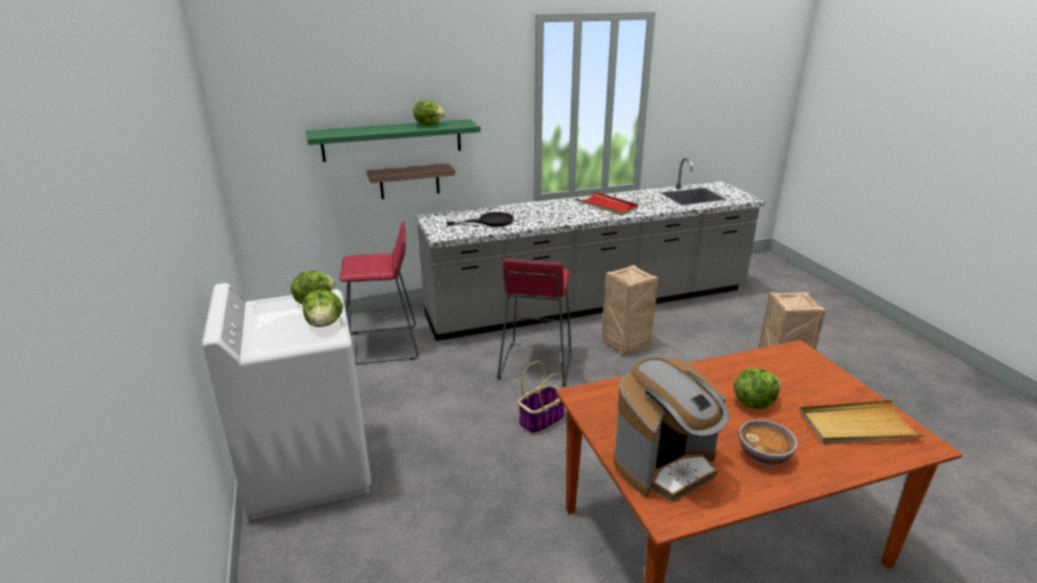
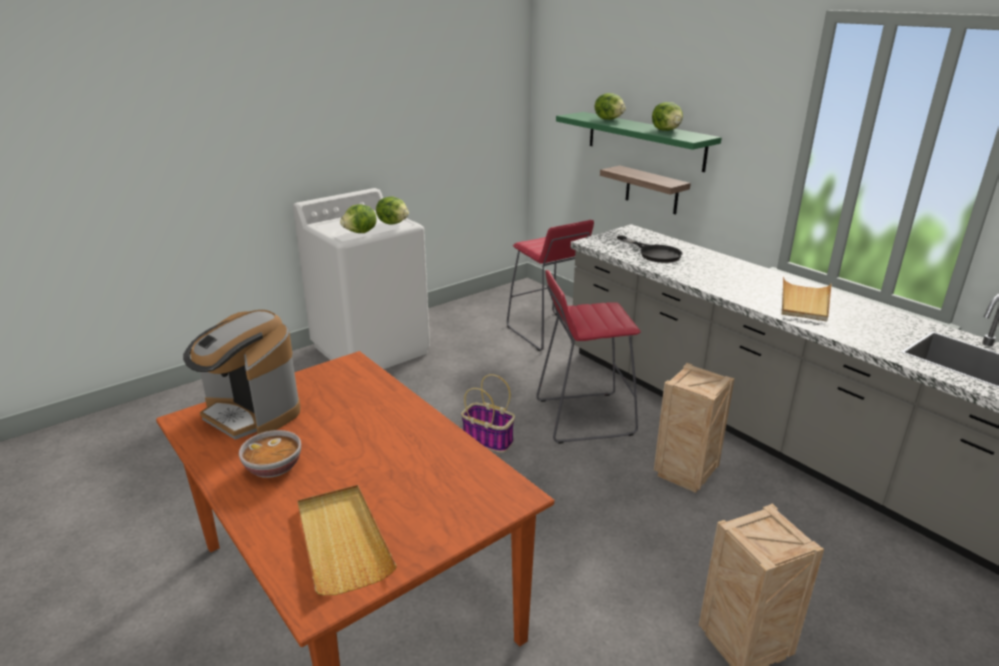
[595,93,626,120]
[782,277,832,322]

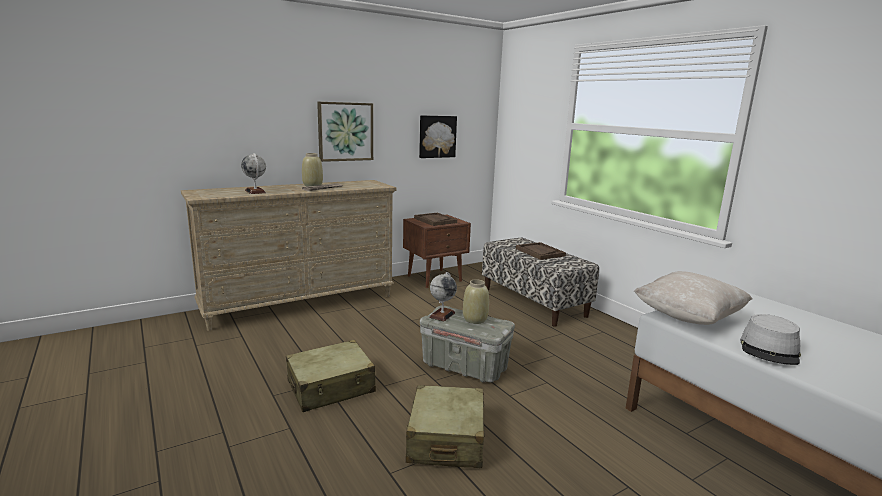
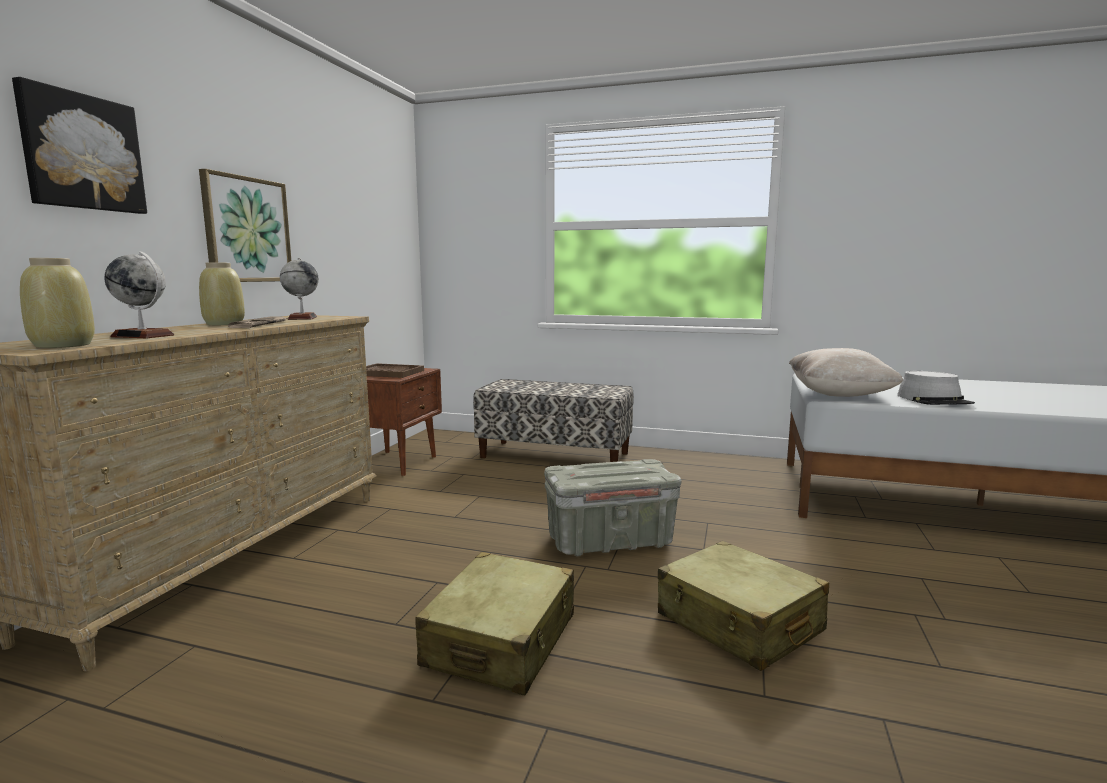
[516,242,566,260] (first image)
[12,77,147,214]
[280,258,319,320]
[20,258,95,348]

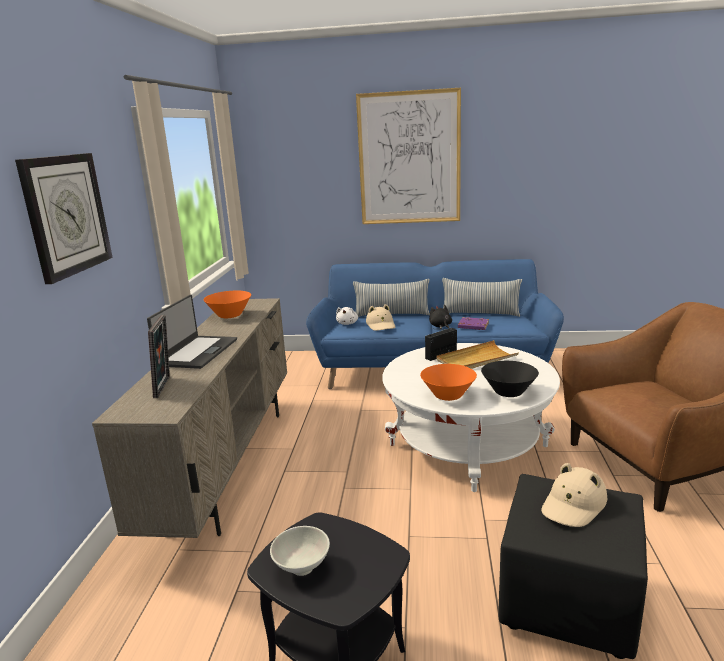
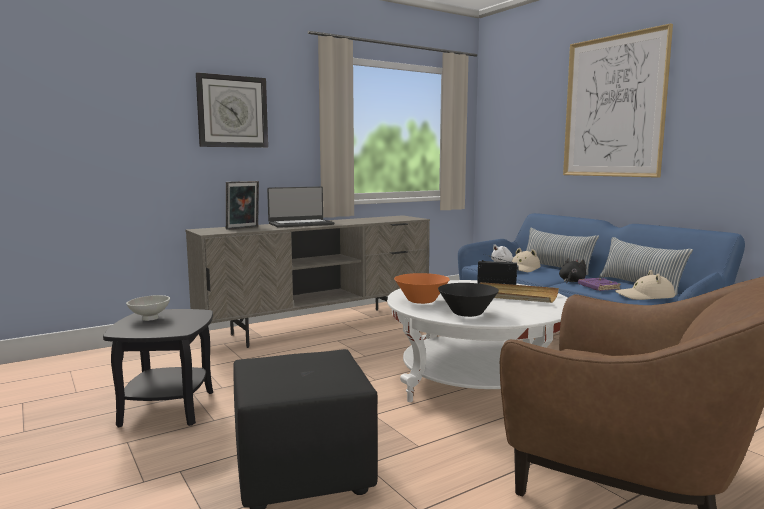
[203,291,251,318] (first image)
[615,270,675,300]

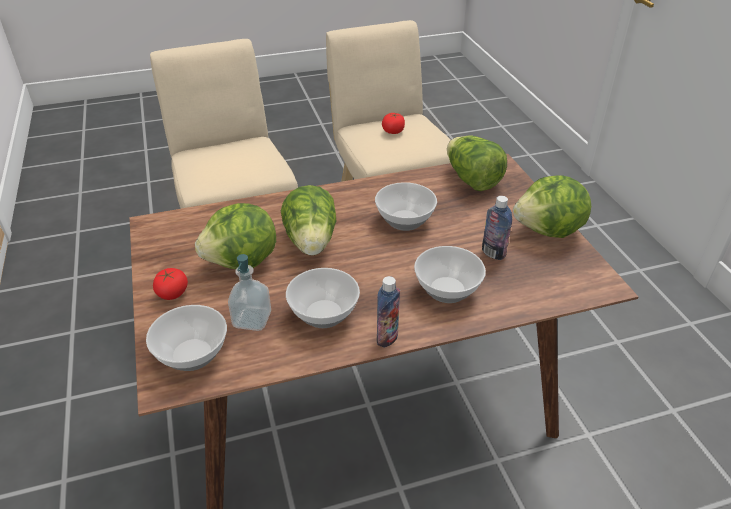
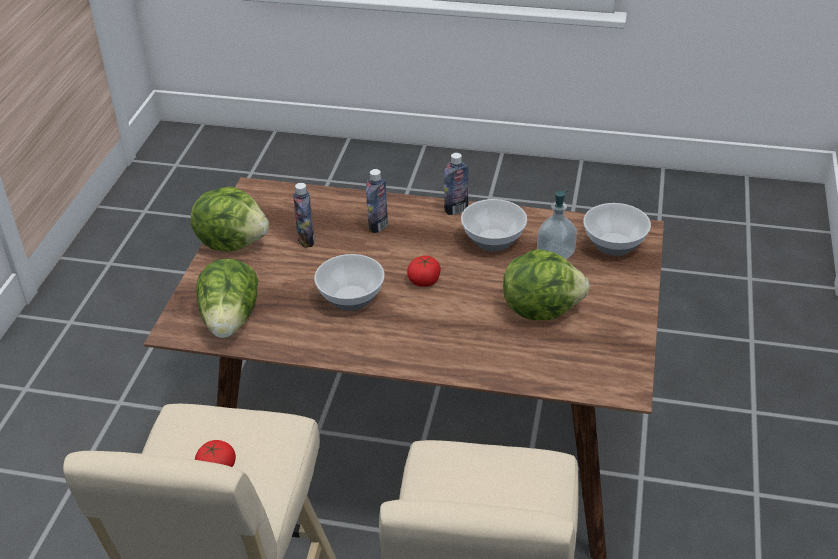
[281,185,336,255] (first image)
[407,255,441,287]
[366,169,388,233]

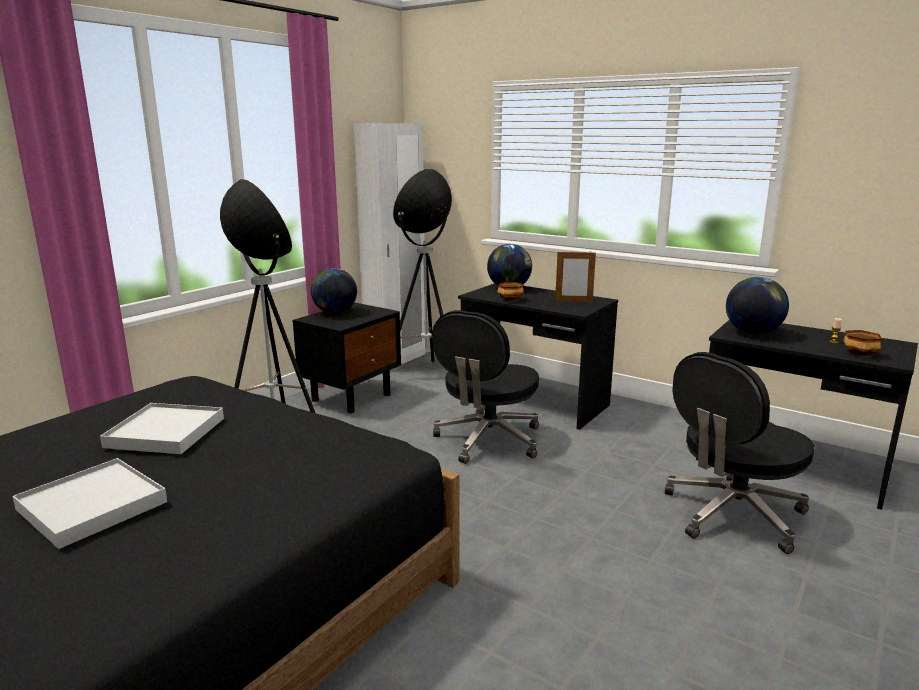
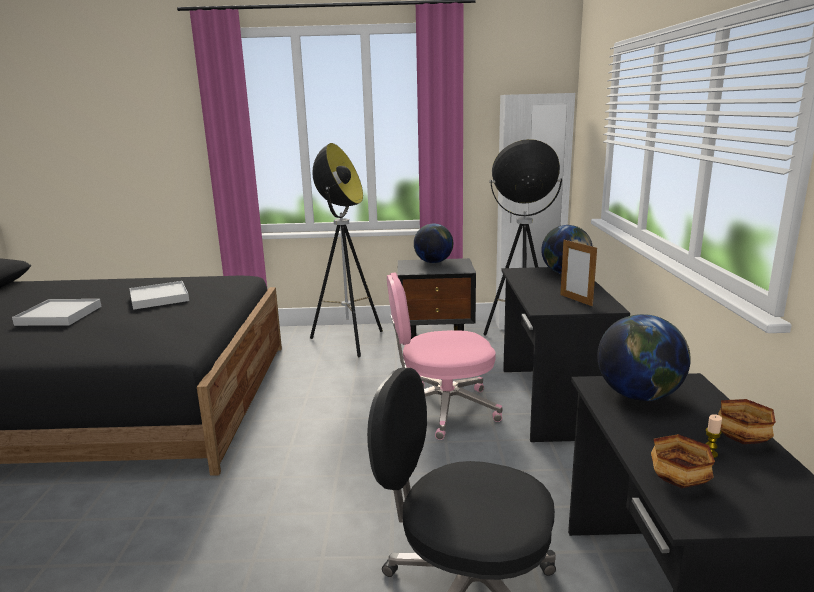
[718,399,776,444]
[387,272,502,440]

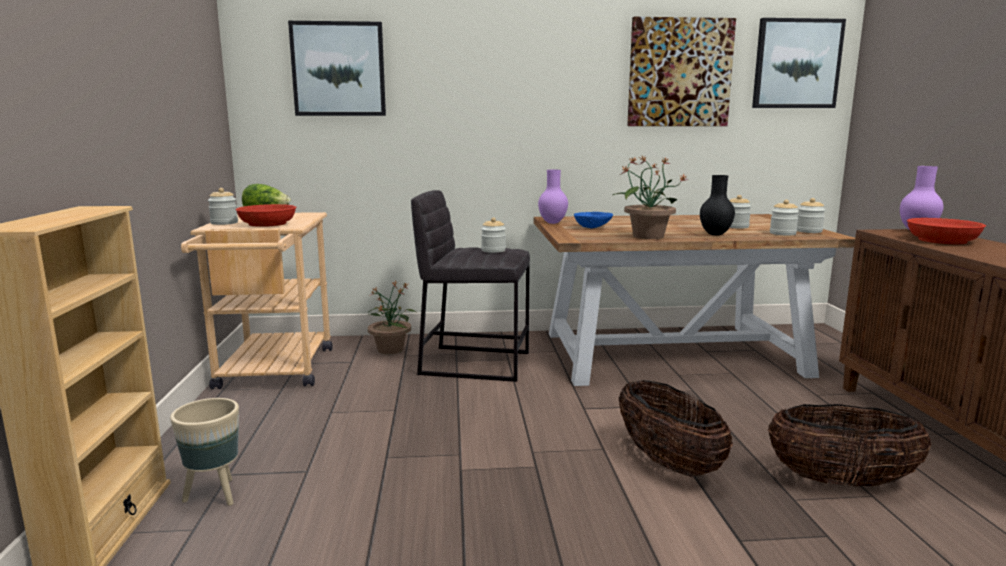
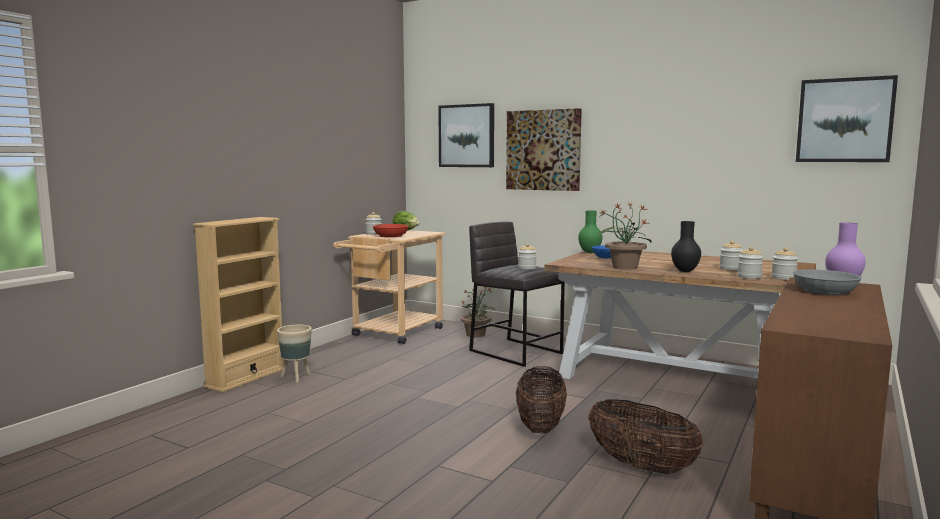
[506,108,582,191]
[578,211,602,253]
[793,269,862,295]

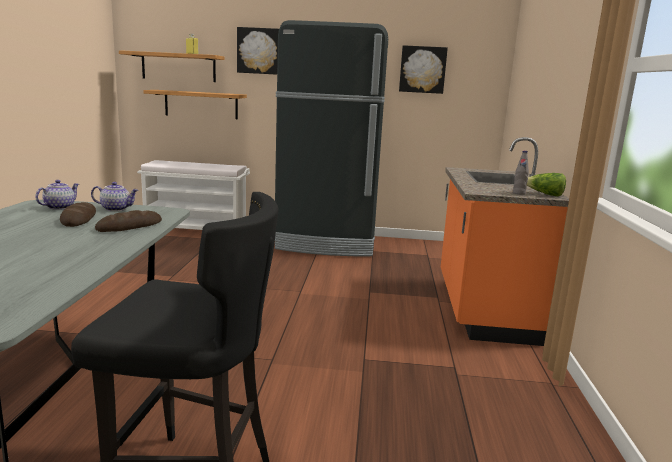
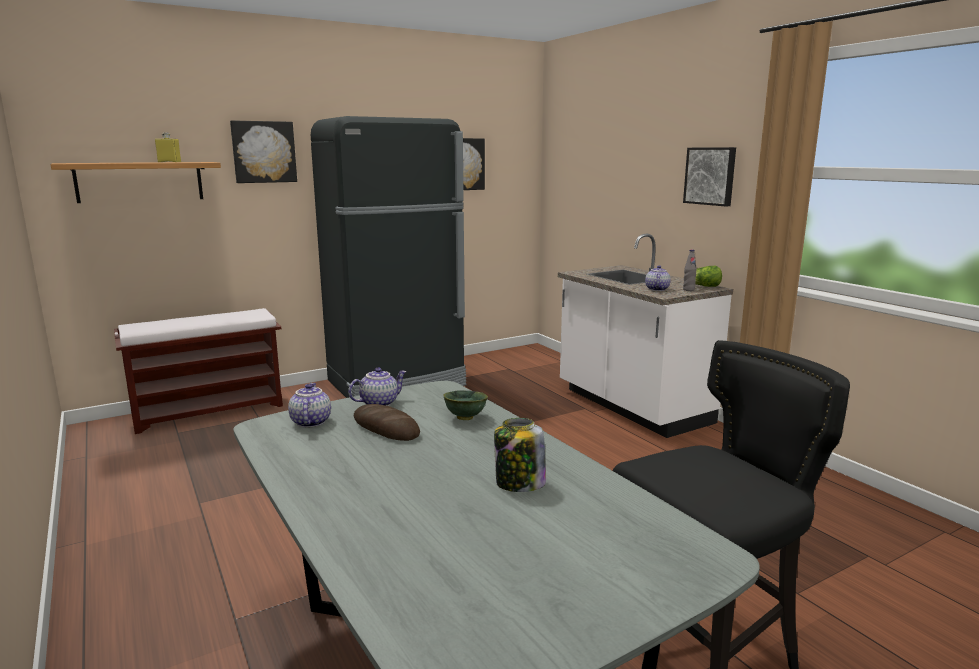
[143,90,247,119] (first image)
[494,418,546,492]
[645,265,671,291]
[683,147,736,207]
[443,390,488,420]
[114,308,283,434]
[558,233,733,438]

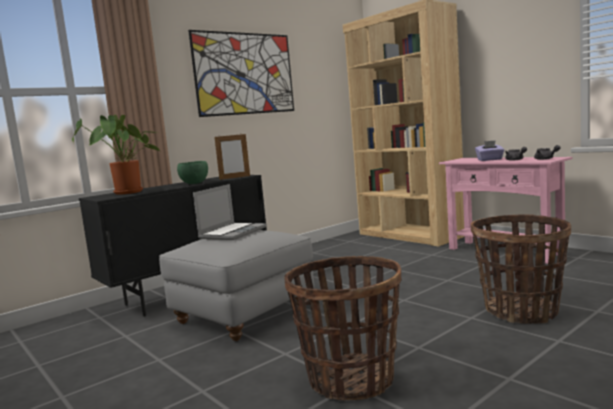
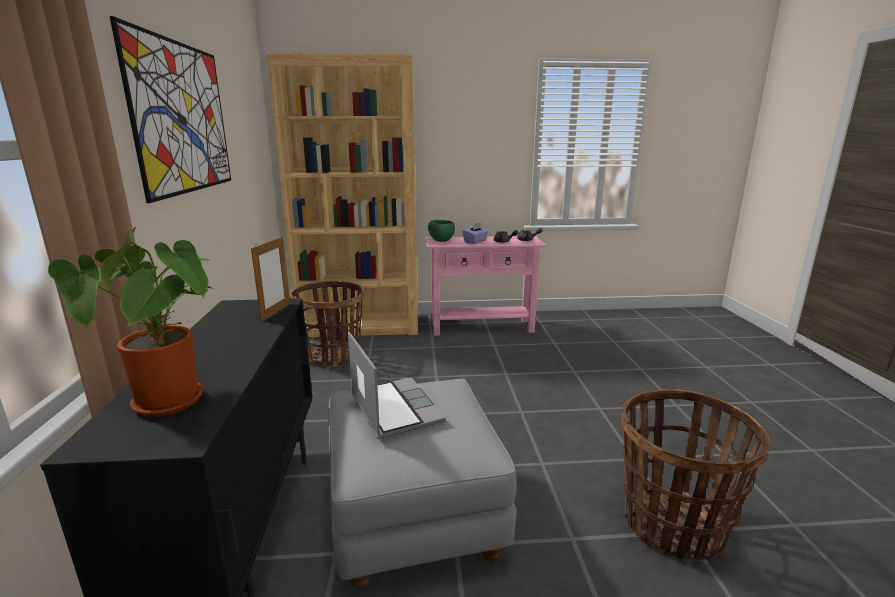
[428,220,455,242]
[290,281,364,367]

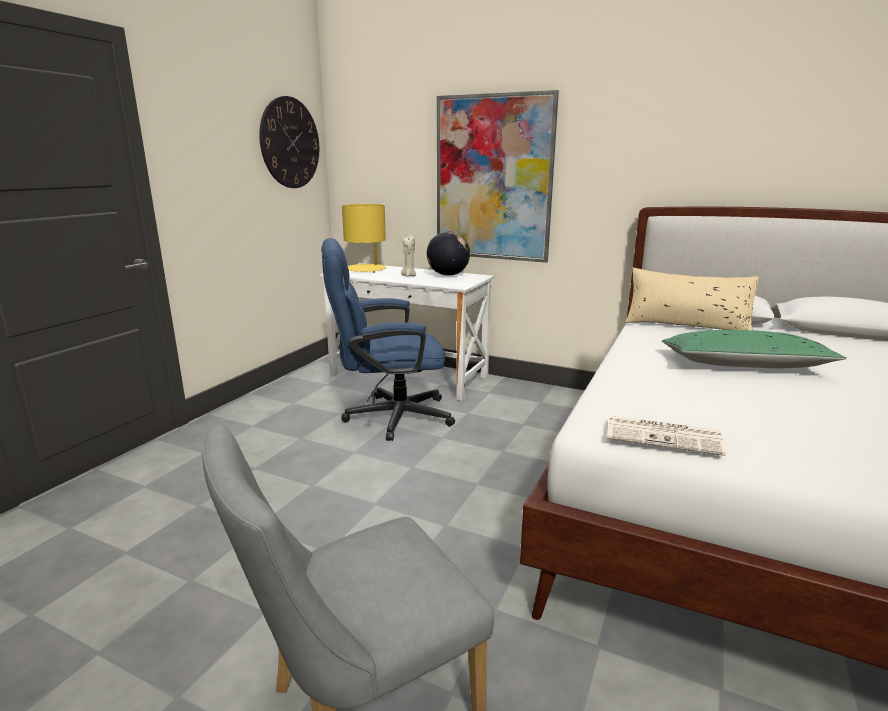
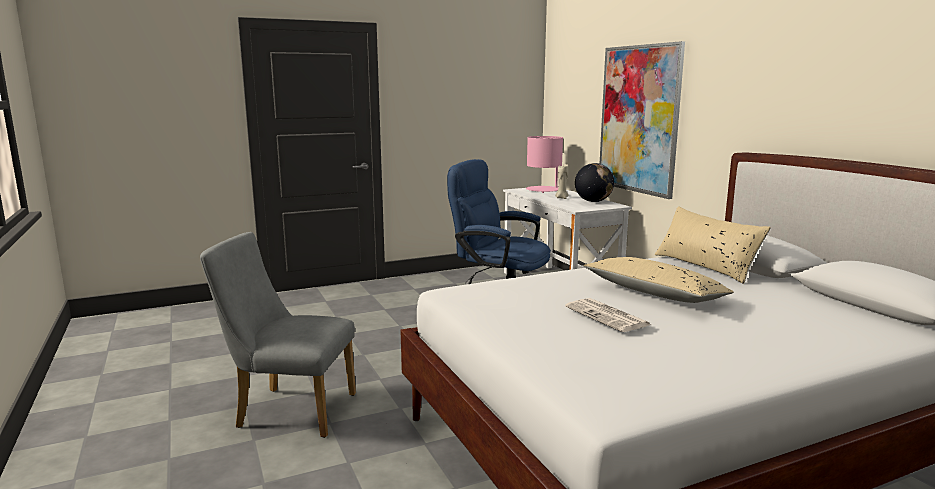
[259,96,319,188] (first image)
[565,298,651,332]
[526,136,563,193]
[583,257,734,303]

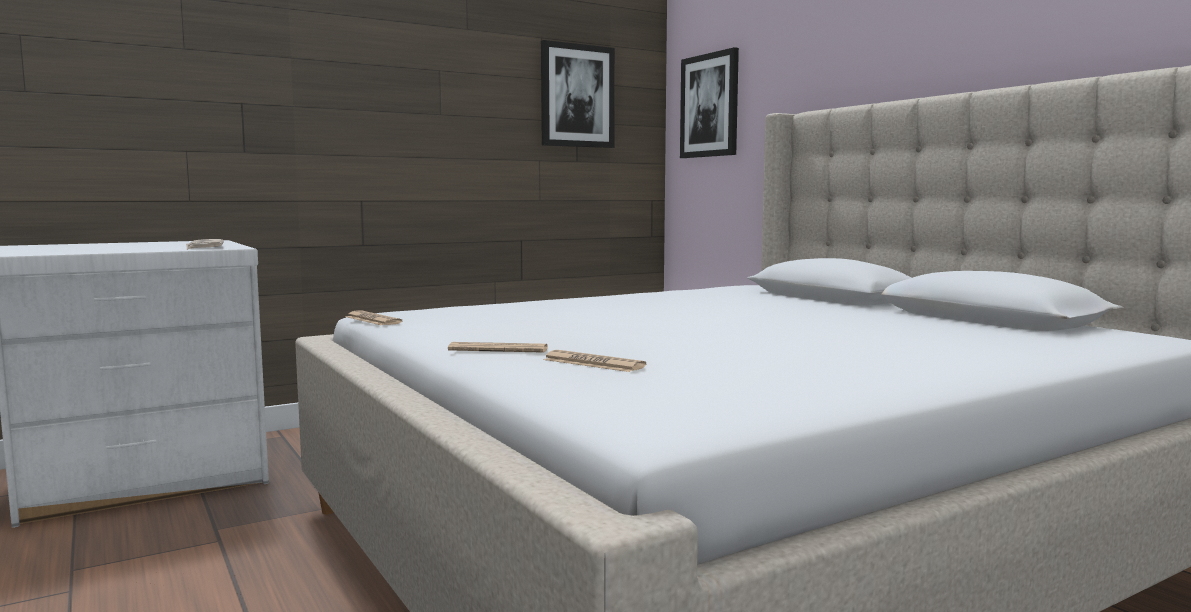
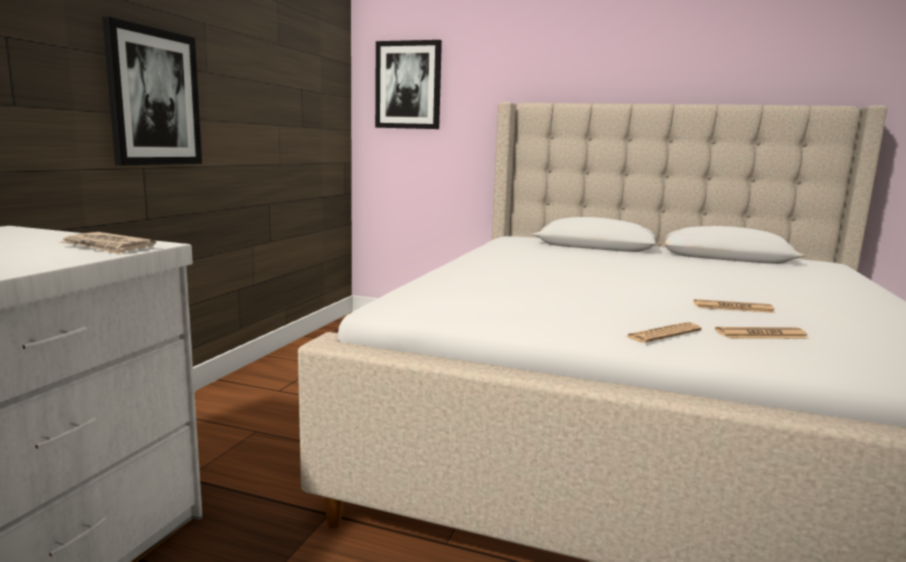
[694,299,775,313]
[102,17,202,165]

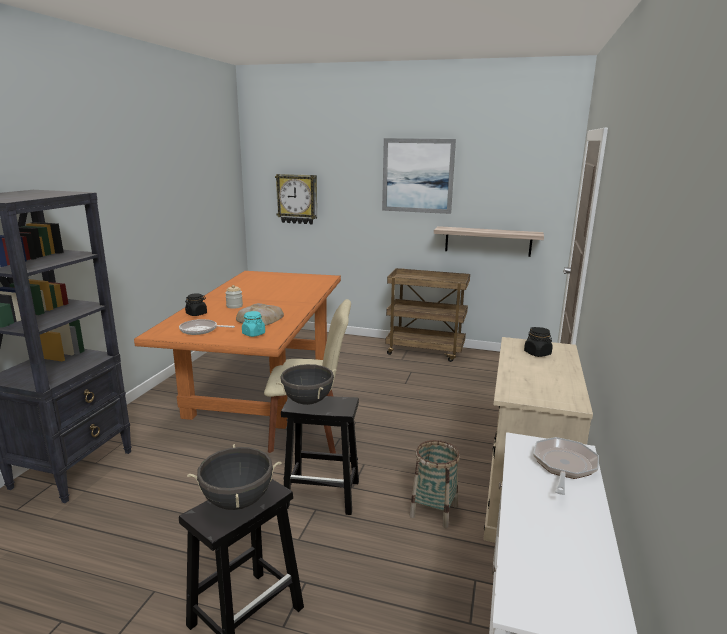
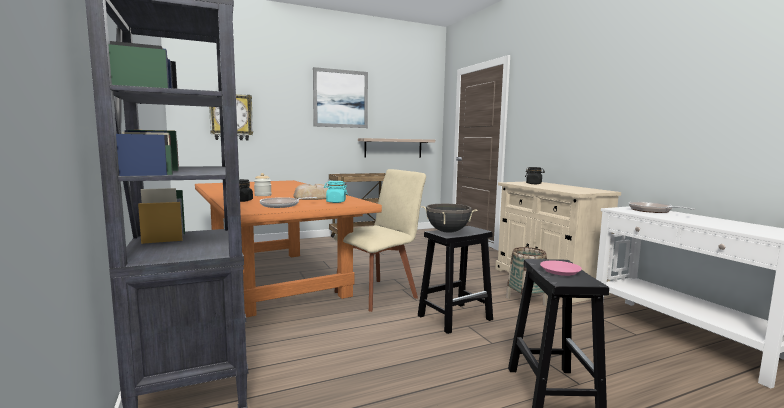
[540,261,582,276]

